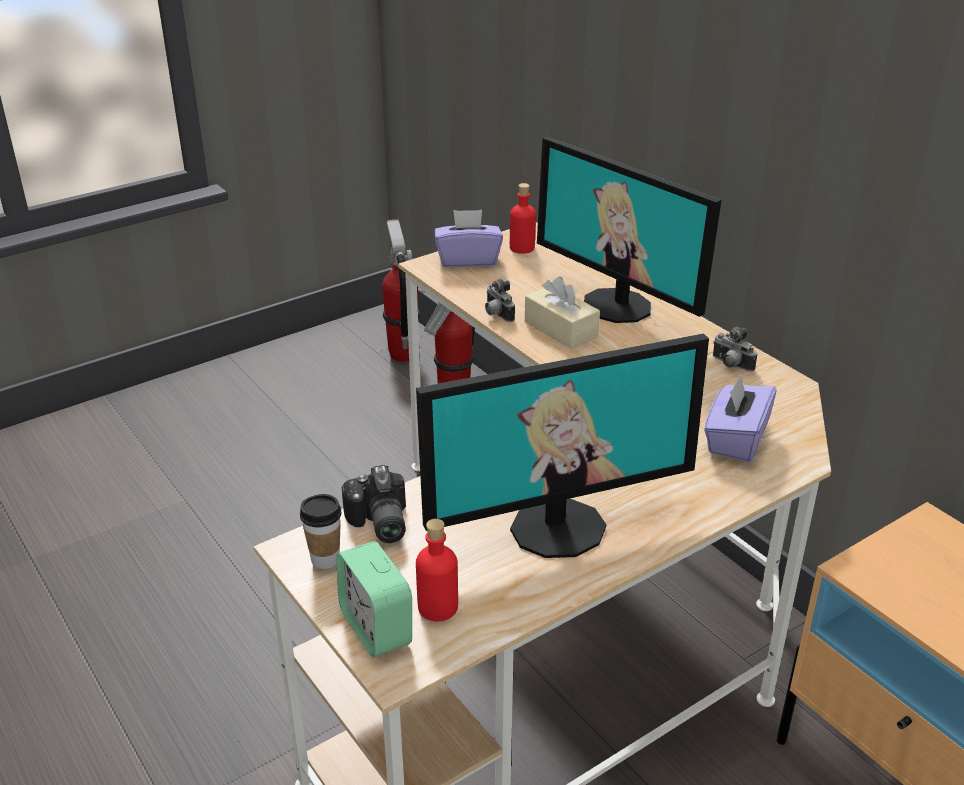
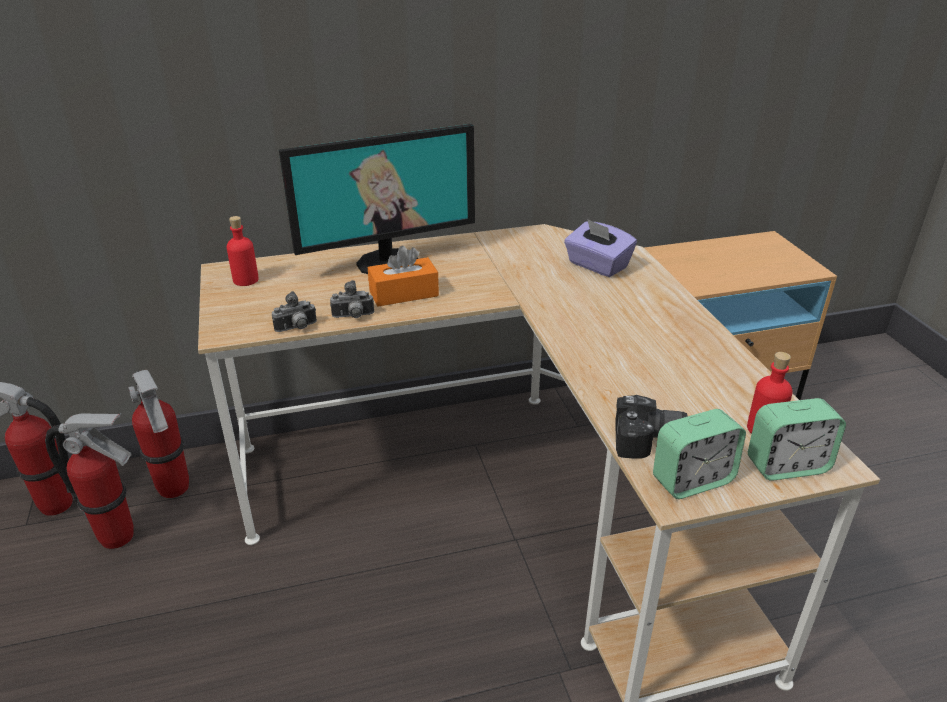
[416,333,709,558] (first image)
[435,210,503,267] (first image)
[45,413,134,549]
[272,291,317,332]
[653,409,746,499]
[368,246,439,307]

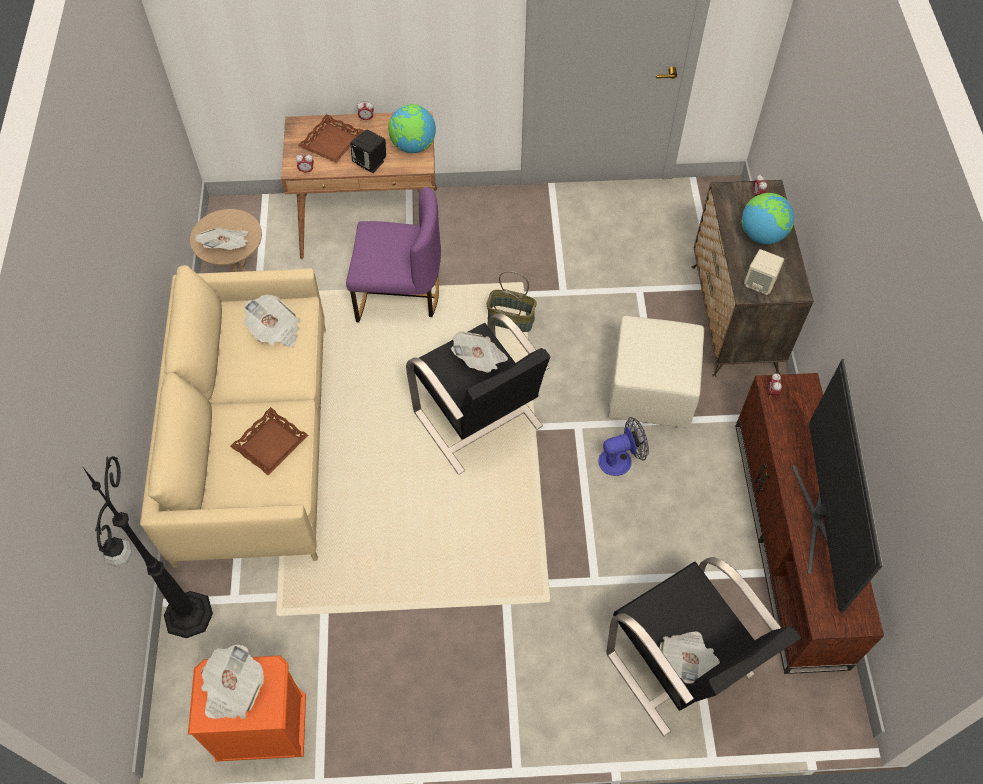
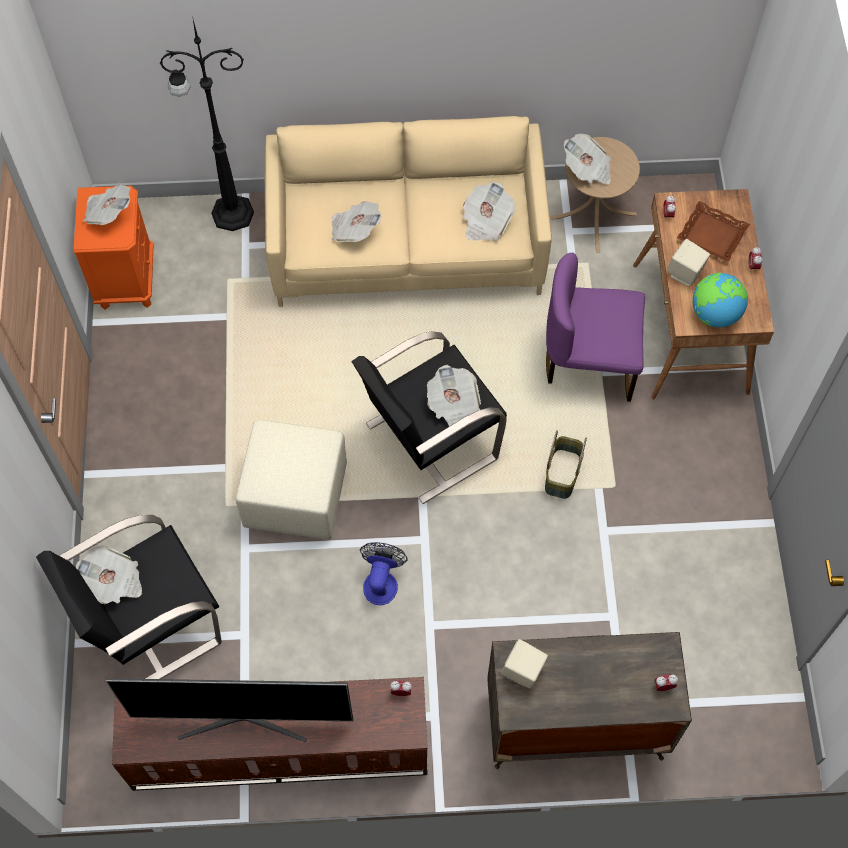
[741,193,794,244] (first image)
[236,420,347,540]
[331,201,381,242]
[667,239,710,286]
[546,253,645,402]
[360,542,408,605]

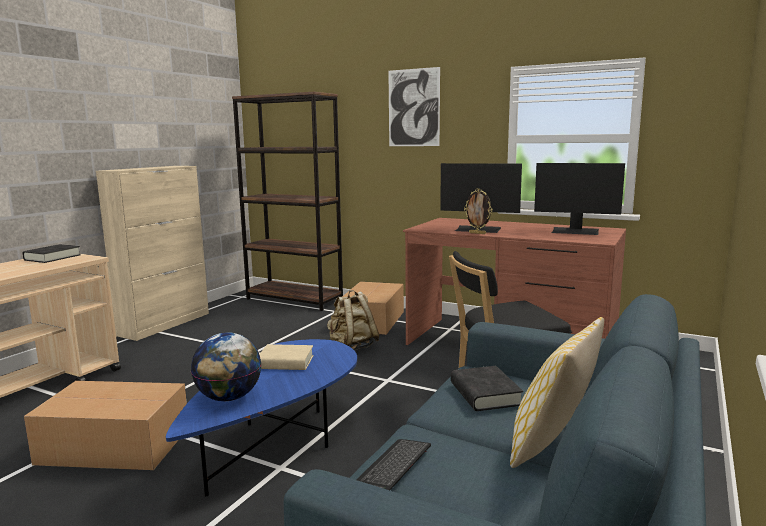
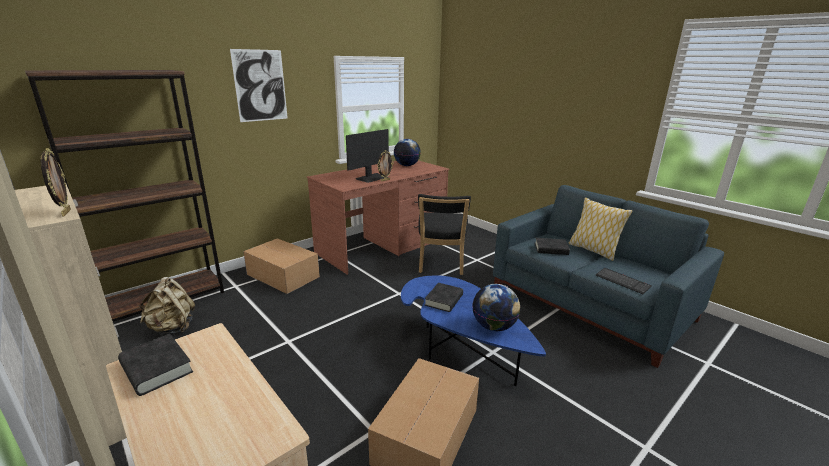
[41,148,71,217]
[139,277,195,333]
[394,139,421,166]
[425,283,463,312]

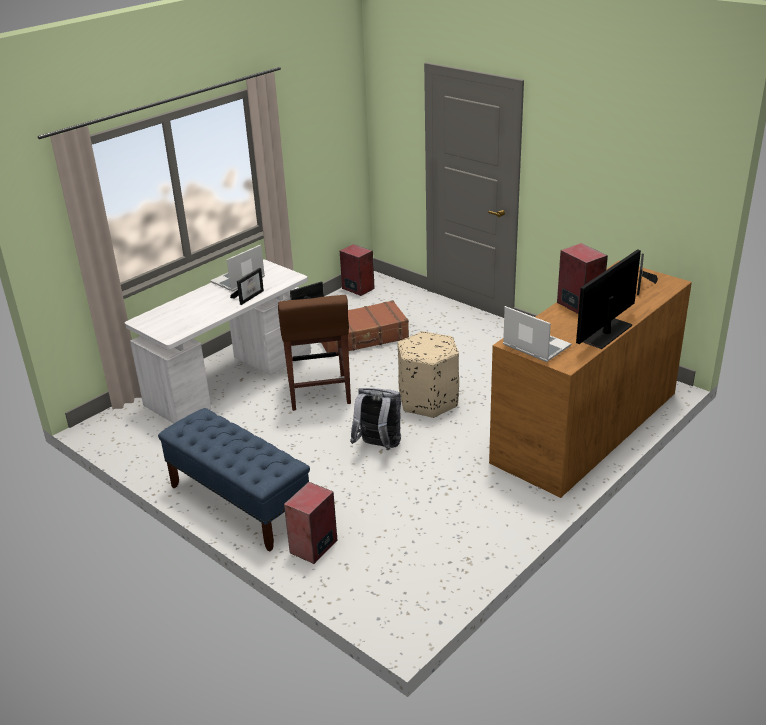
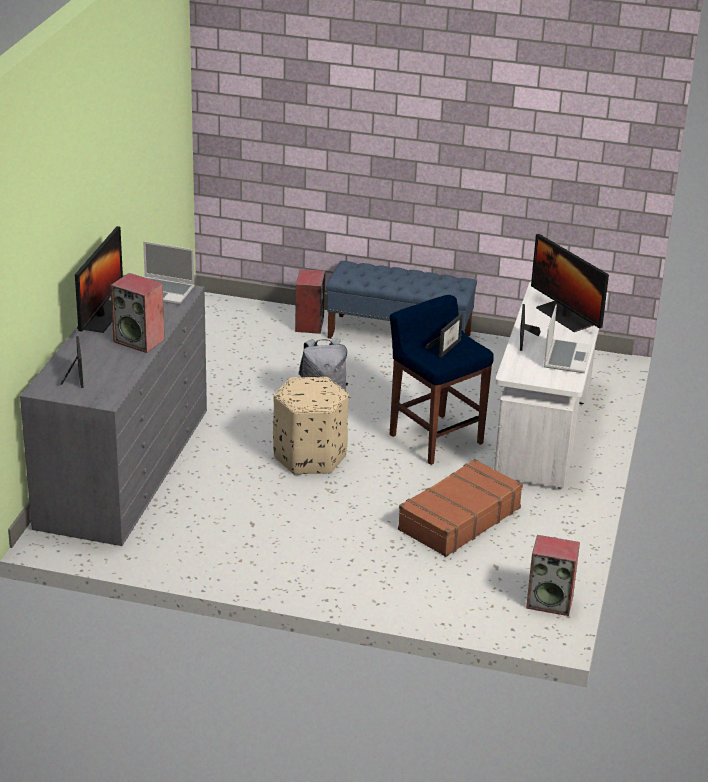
[531,234,609,332]
[390,295,494,465]
[20,275,207,546]

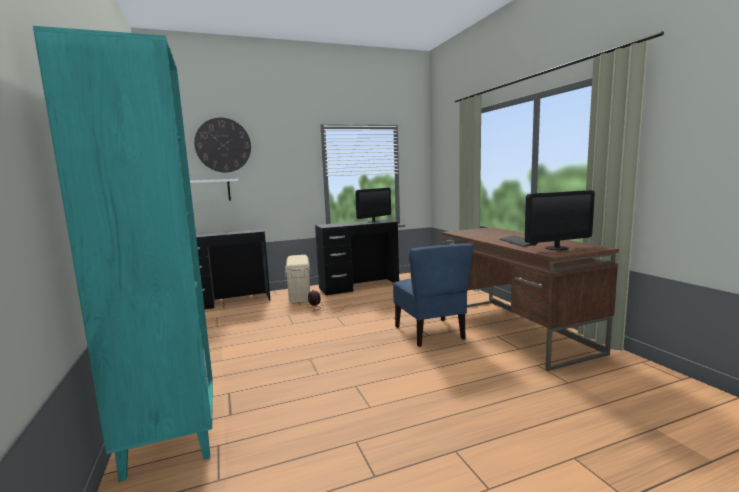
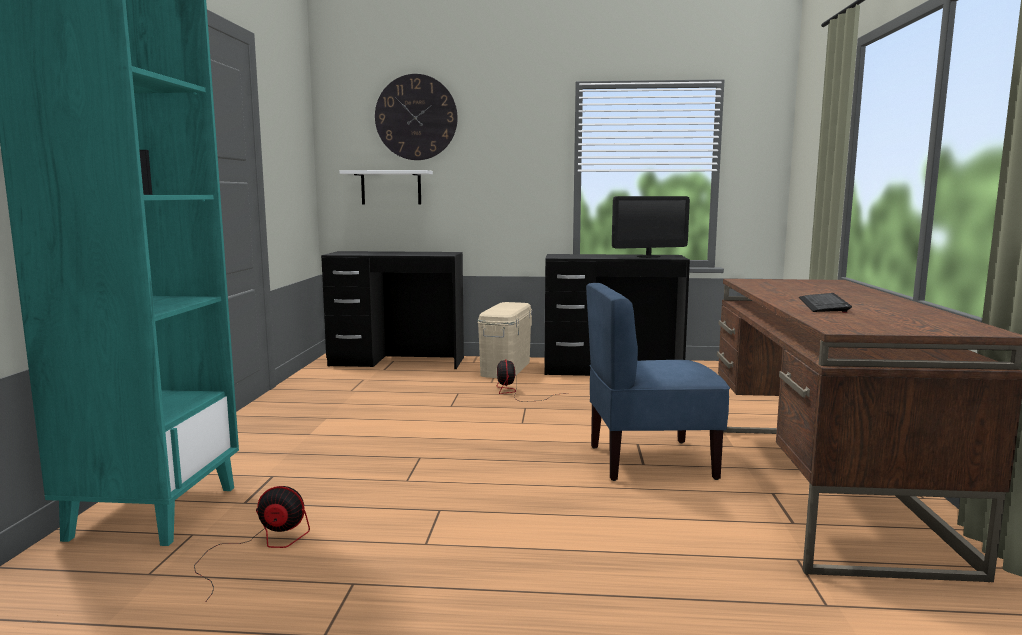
[525,190,595,250] (first image)
[194,486,310,602]
[586,283,730,481]

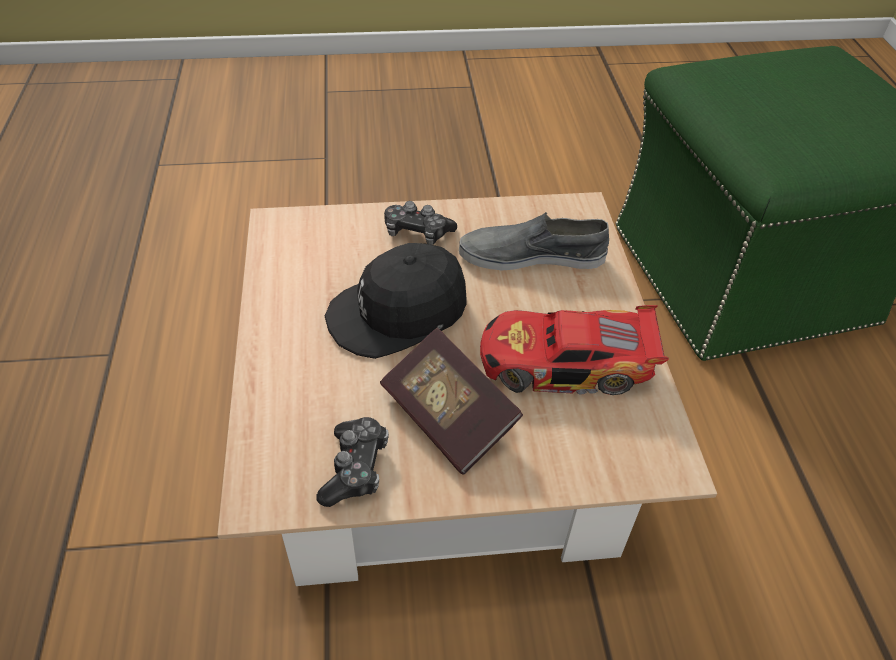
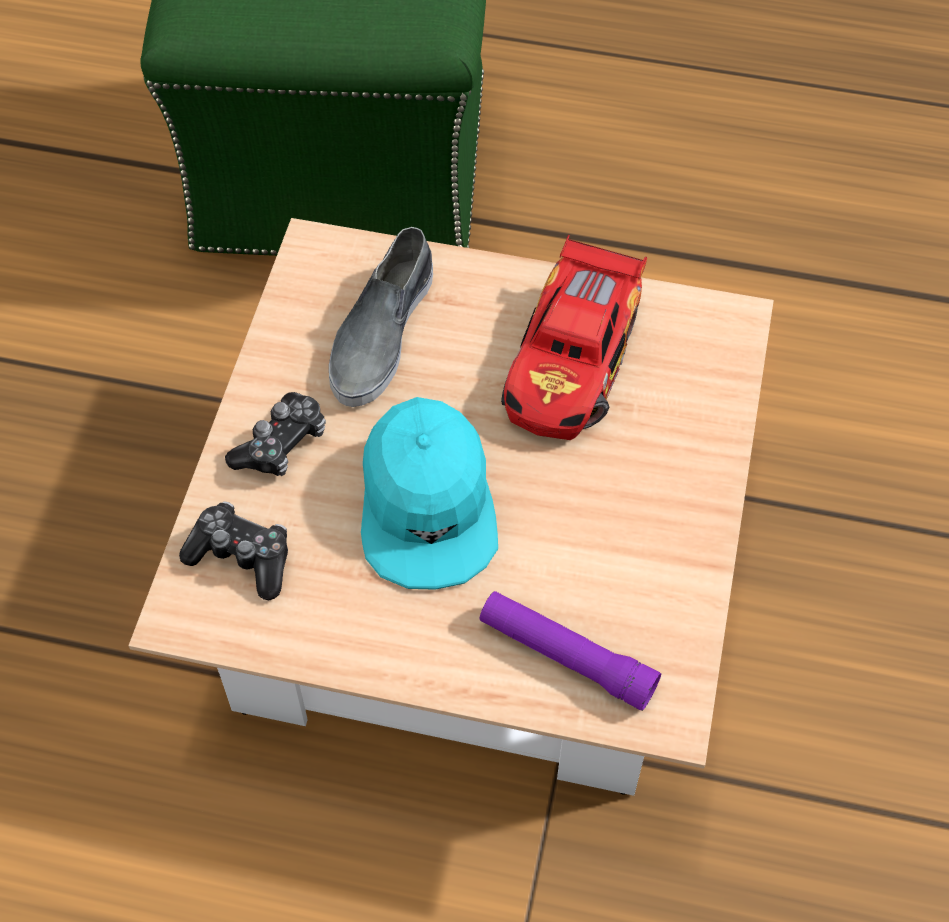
[380,328,523,474] (first image)
[480,591,661,711]
[179,501,288,600]
[361,397,498,590]

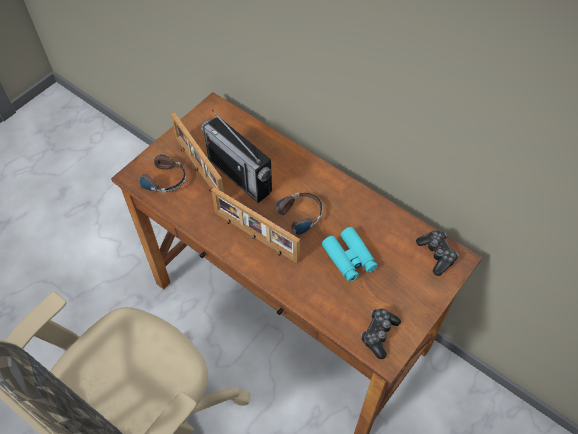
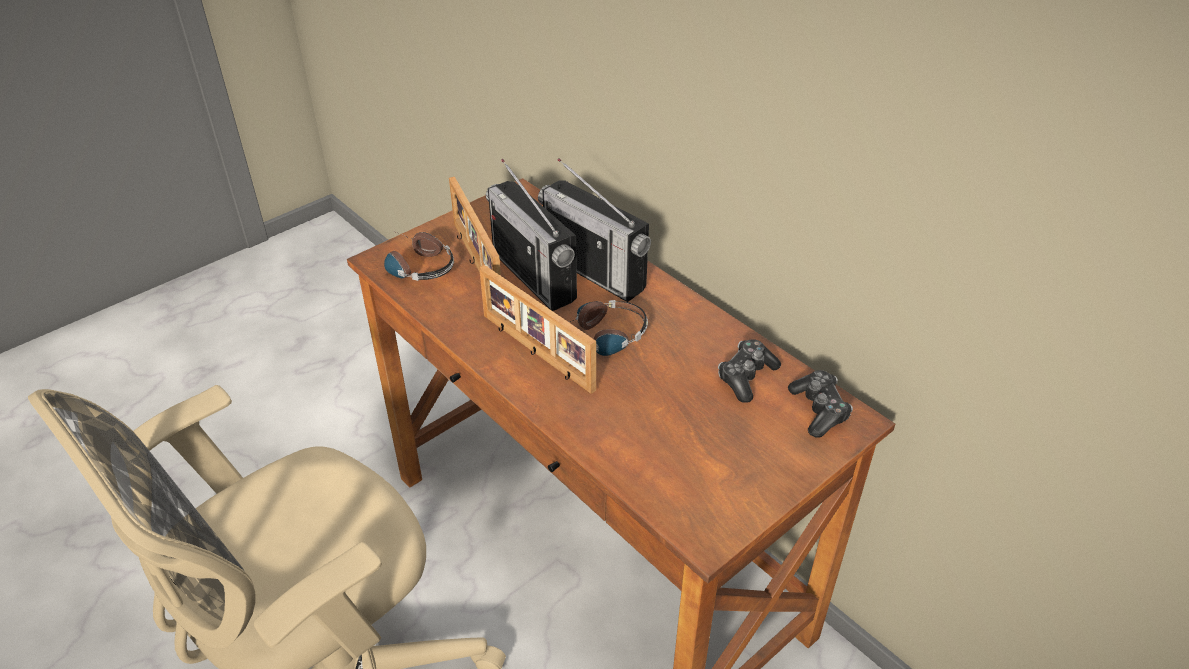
[322,227,378,282] (first image)
[538,158,651,302]
[718,339,781,403]

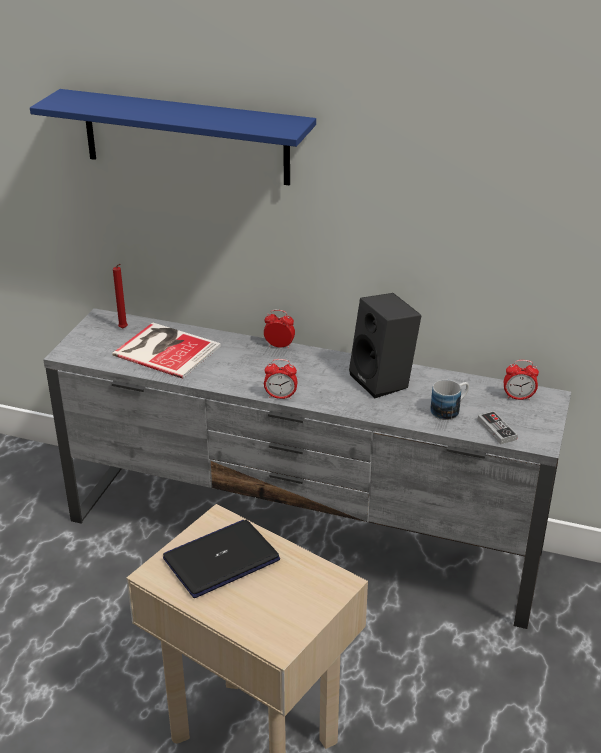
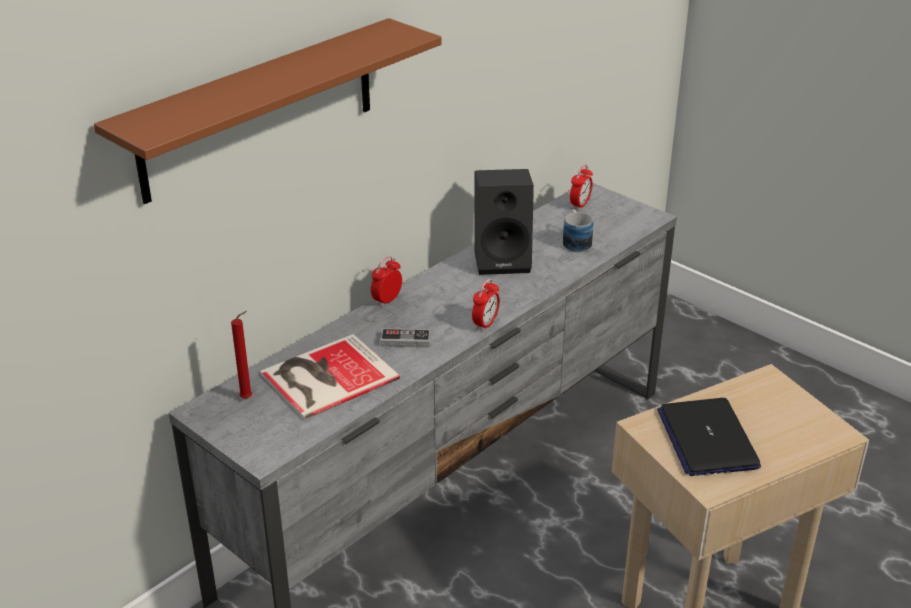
[380,328,431,348]
[94,18,441,204]

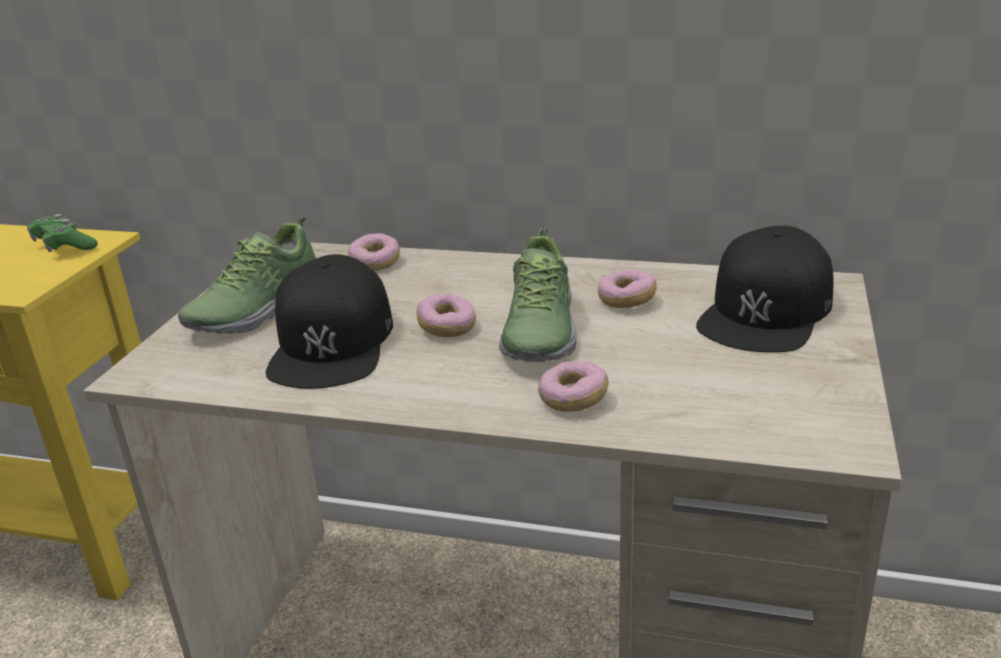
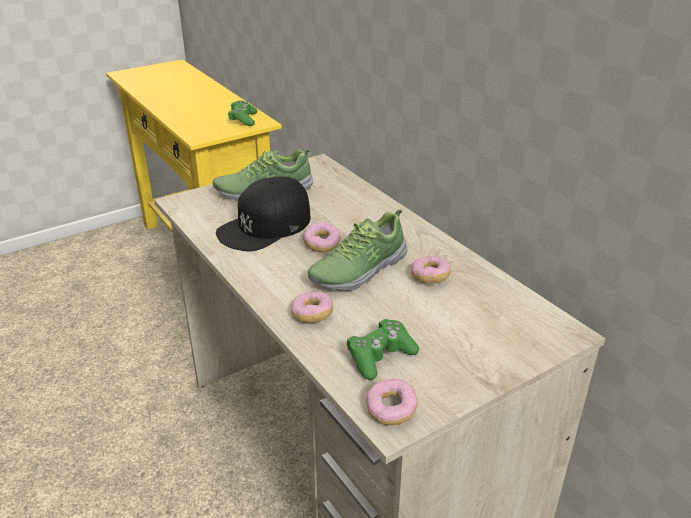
[696,226,834,352] (first image)
[347,319,419,380]
[366,379,418,425]

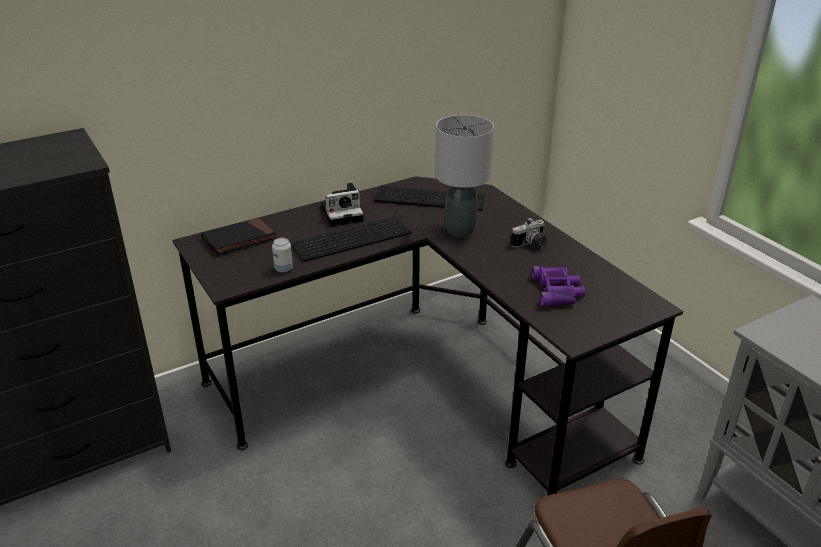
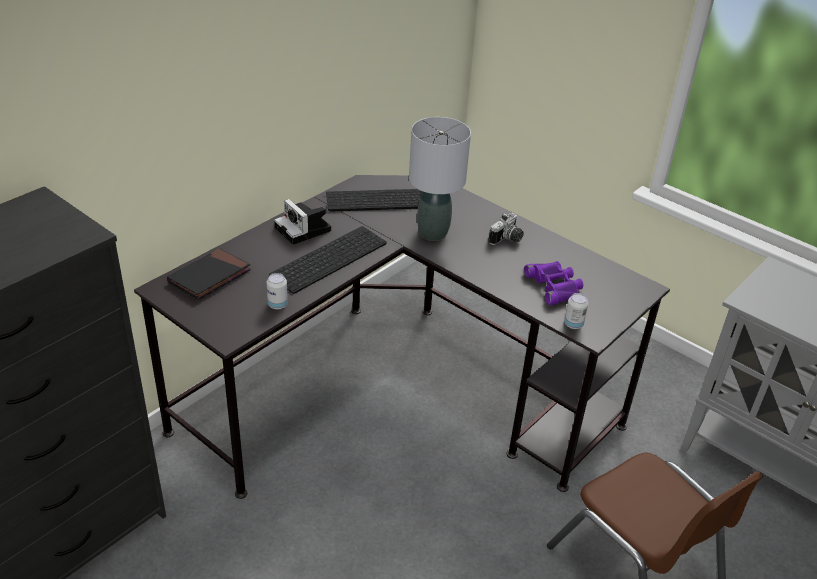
[564,293,588,329]
[274,199,331,245]

